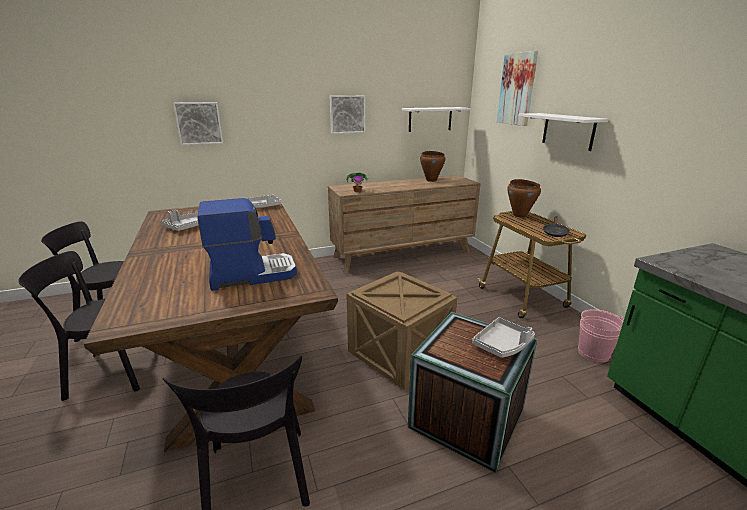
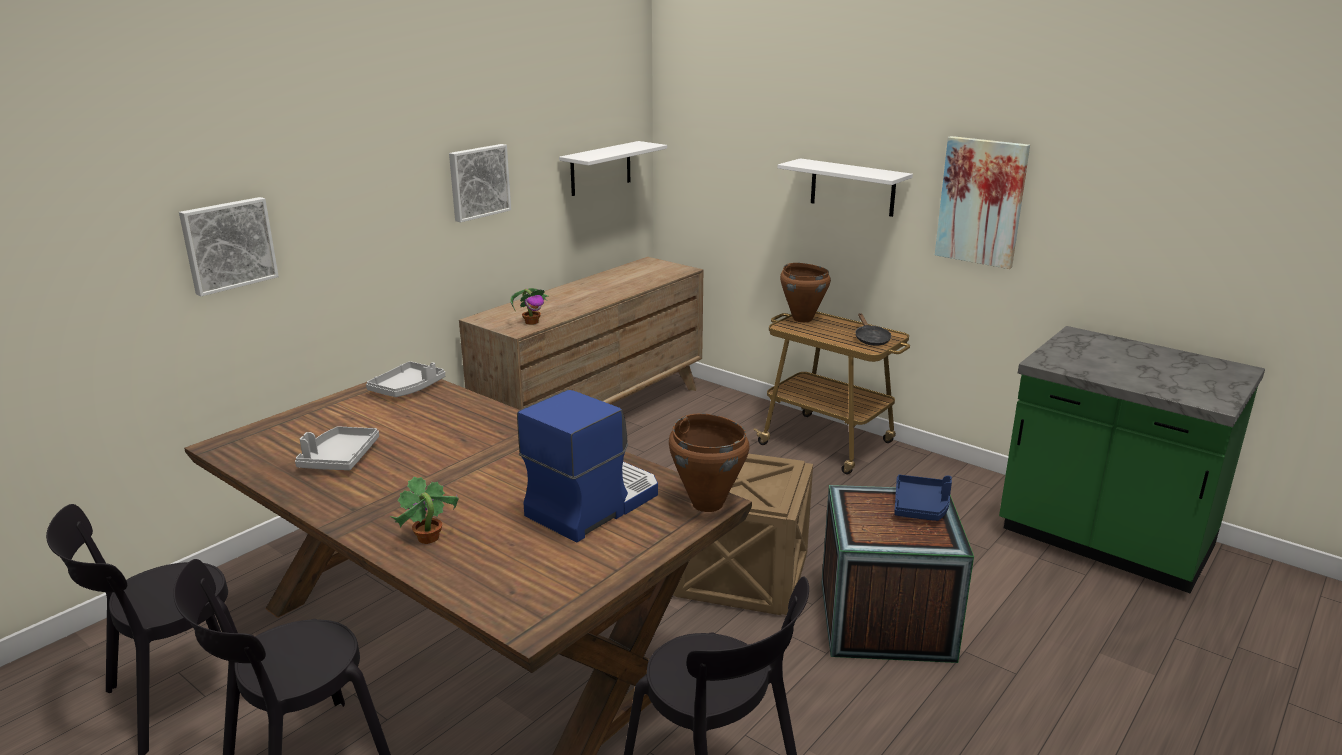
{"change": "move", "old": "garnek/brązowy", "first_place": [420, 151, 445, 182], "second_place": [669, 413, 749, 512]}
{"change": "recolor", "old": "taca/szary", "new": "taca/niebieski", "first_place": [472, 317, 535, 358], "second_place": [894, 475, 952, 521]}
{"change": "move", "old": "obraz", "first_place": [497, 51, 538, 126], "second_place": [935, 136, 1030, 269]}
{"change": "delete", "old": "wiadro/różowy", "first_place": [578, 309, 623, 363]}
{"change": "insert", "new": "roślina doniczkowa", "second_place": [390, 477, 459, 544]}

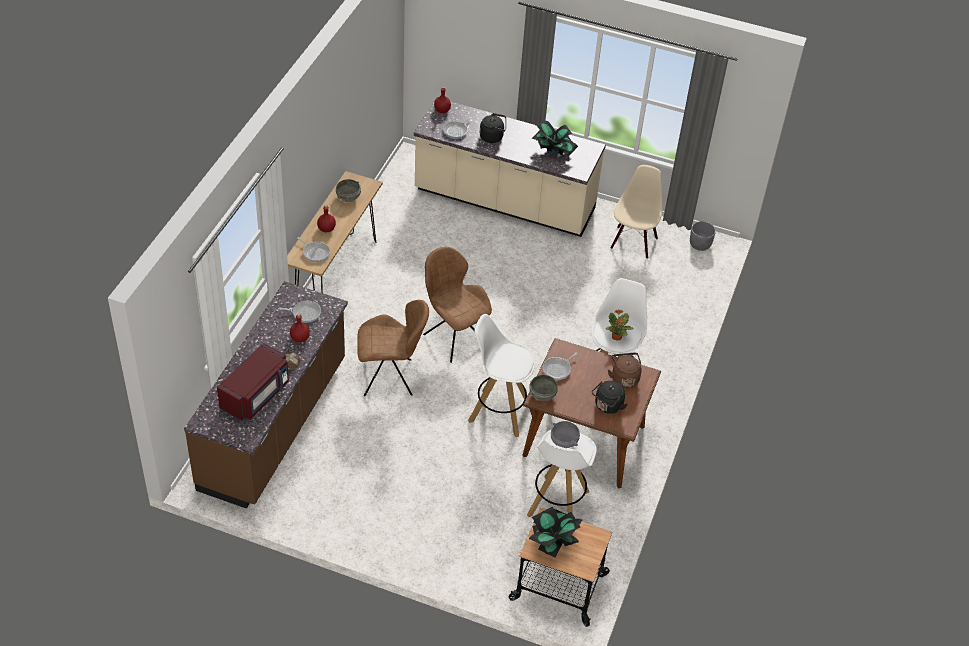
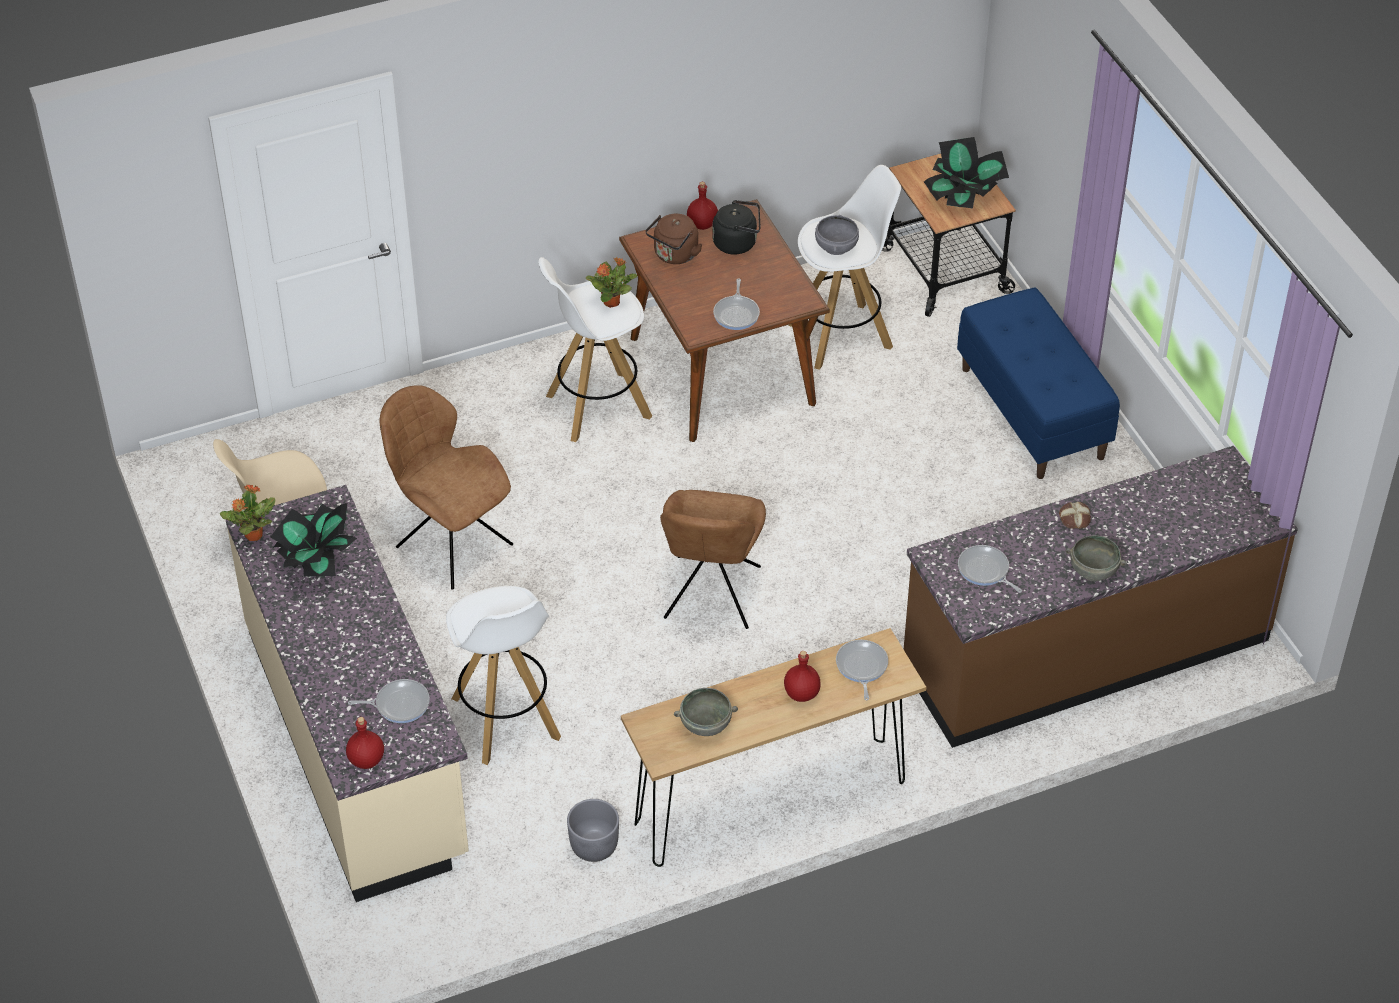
{"change": "delete", "old": "mikrofalówka/czerwony", "first_place": [217, 343, 289, 421]}
{"change": "move", "old": "butelka/czerwony", "first_place": [290, 314, 310, 342], "second_place": [687, 182, 718, 230]}
{"change": "move", "old": "krzesło/brązowy", "first_place": [357, 300, 429, 396], "second_place": [380, 385, 513, 590]}
{"change": "move", "old": "stołek/biały", "first_place": [468, 314, 535, 437], "second_place": [446, 586, 561, 765]}
{"change": "delete", "old": "czajnik/czarny", "first_place": [480, 113, 506, 143]}
{"change": "move", "old": "miska/szary", "first_place": [529, 375, 559, 401], "second_place": [1065, 535, 1126, 581]}
{"change": "rotate", "old": "patelnia", "first_place": [543, 353, 578, 380], "second_place": [713, 278, 760, 330], "degrees": 90}
{"change": "move", "old": "donica/szary", "first_place": [690, 221, 716, 251], "second_place": [567, 799, 619, 862]}
{"change": "insert", "new": "roślina doniczkowa", "second_place": [220, 484, 275, 541]}
{"change": "insert", "new": "ławka/niebieski", "second_place": [957, 287, 1120, 479]}

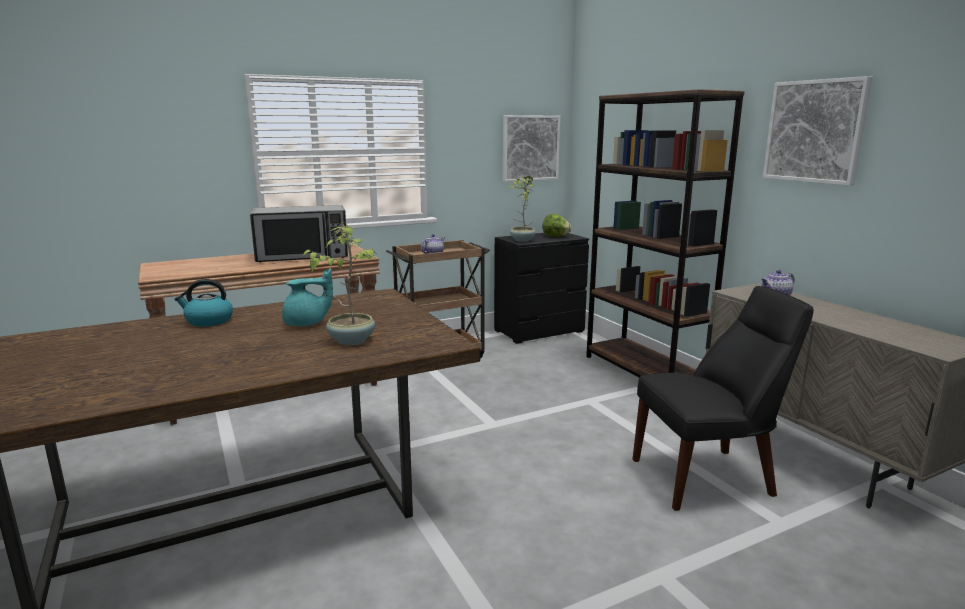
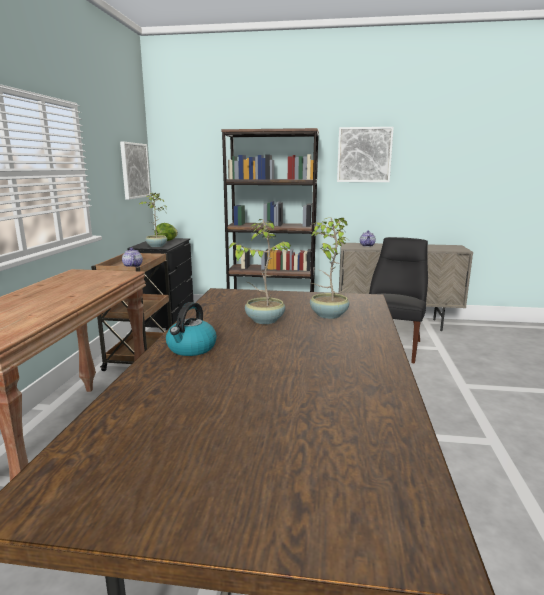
{"change": "delete", "old": "mikrofalówka", "first_place": [250, 205, 348, 262]}
{"change": "replace", "old": "imbryk/turkusowy", "new": "roślina doniczkowa", "first_place": [282, 268, 333, 326], "second_place": [229, 219, 291, 324]}

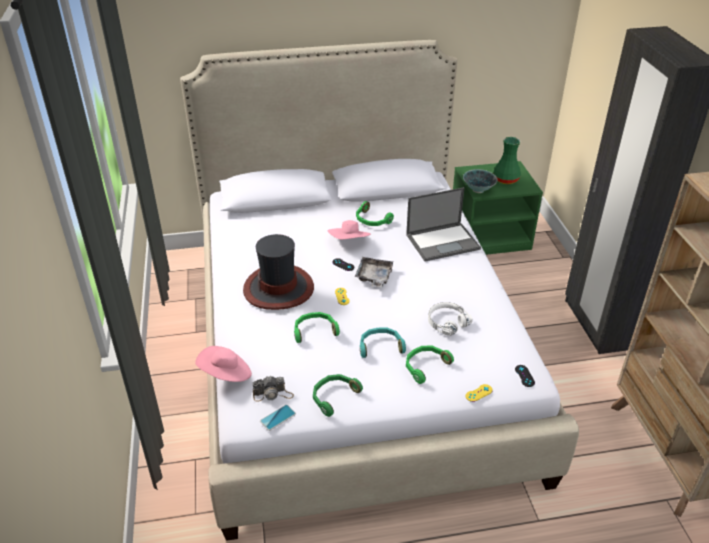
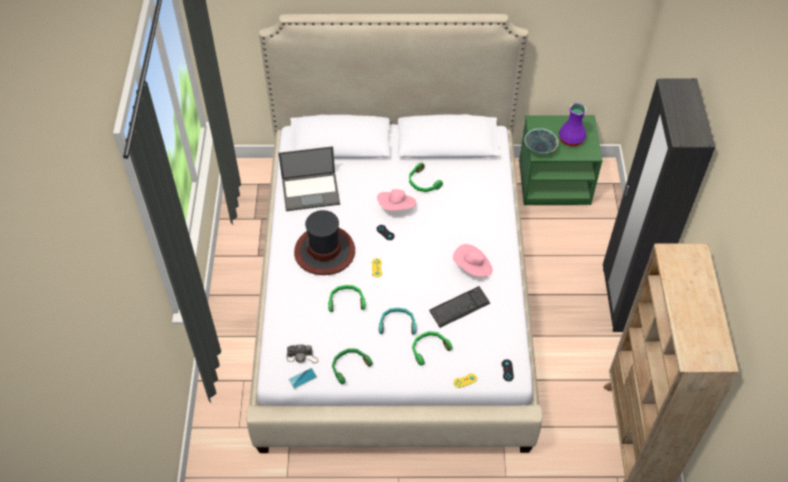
{"change": "move", "old": "kapelusz/różowy", "first_place": [195, 346, 252, 382], "second_place": [453, 244, 493, 277]}
{"change": "delete", "old": "taca/szary", "first_place": [355, 257, 394, 287]}
{"change": "move", "old": "laptop", "first_place": [406, 187, 481, 262], "second_place": [278, 146, 340, 211]}
{"change": "replace", "old": "słuchawki/biały", "new": "klawiatura", "first_place": [428, 302, 473, 336], "second_place": [429, 286, 490, 328]}
{"change": "recolor", "old": "wazon/zielony", "new": "wazon/fioletowy", "first_place": [493, 137, 521, 184], "second_place": [559, 103, 586, 146]}

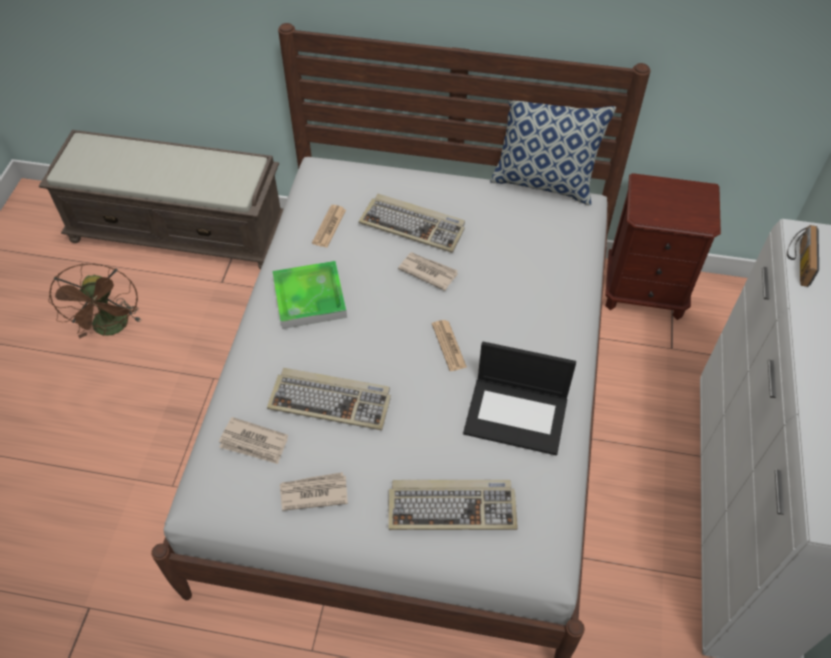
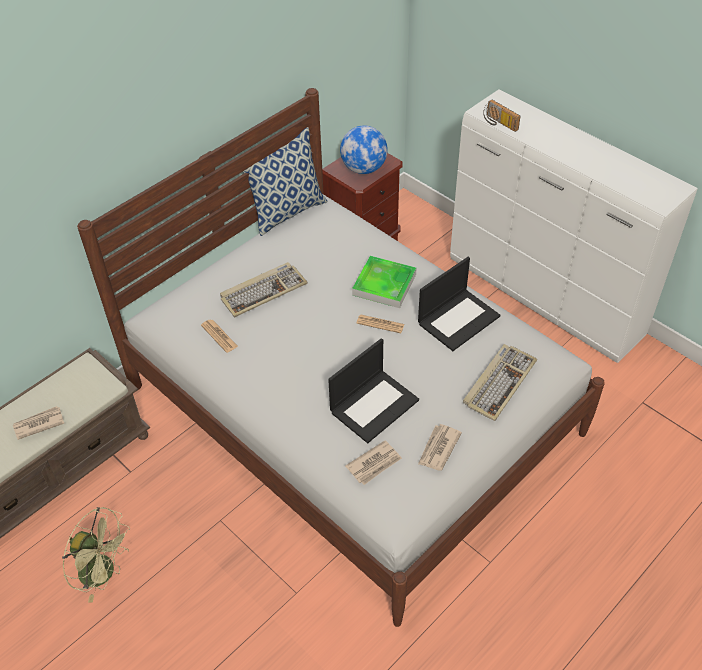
{"change": "recolor", "old": "wentylator/brązowy", "new": "wentylator/zielony", "first_place": [48, 264, 142, 338], "second_place": [62, 507, 130, 603]}
{"change": "replace", "old": "klawiatura", "new": "laptop", "first_place": [267, 368, 391, 431], "second_place": [328, 338, 419, 443]}
{"change": "move", "old": "taca", "first_place": [272, 261, 347, 329], "second_place": [352, 256, 417, 308]}
{"change": "move", "old": "gazeta", "first_place": [398, 252, 458, 291], "second_place": [13, 406, 64, 440]}
{"change": "insert", "new": "globus", "second_place": [340, 126, 388, 174]}

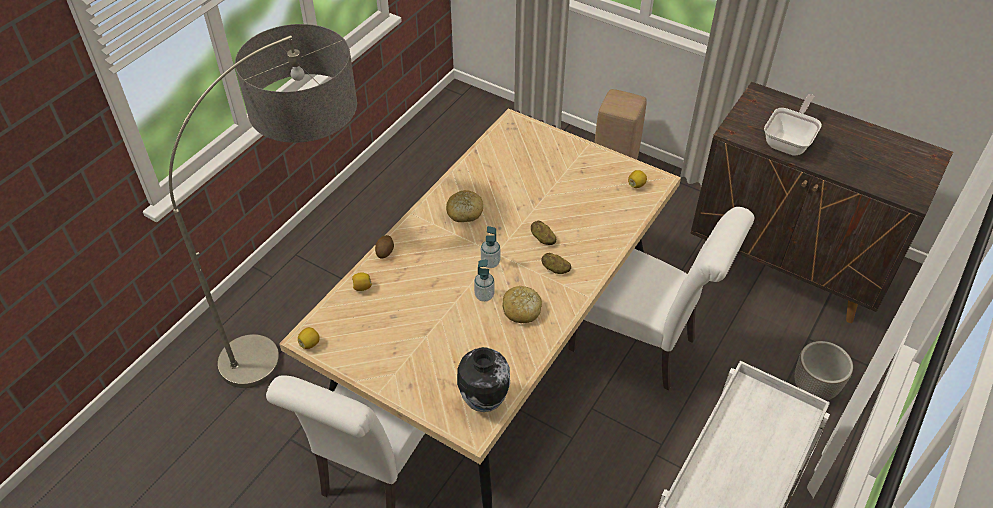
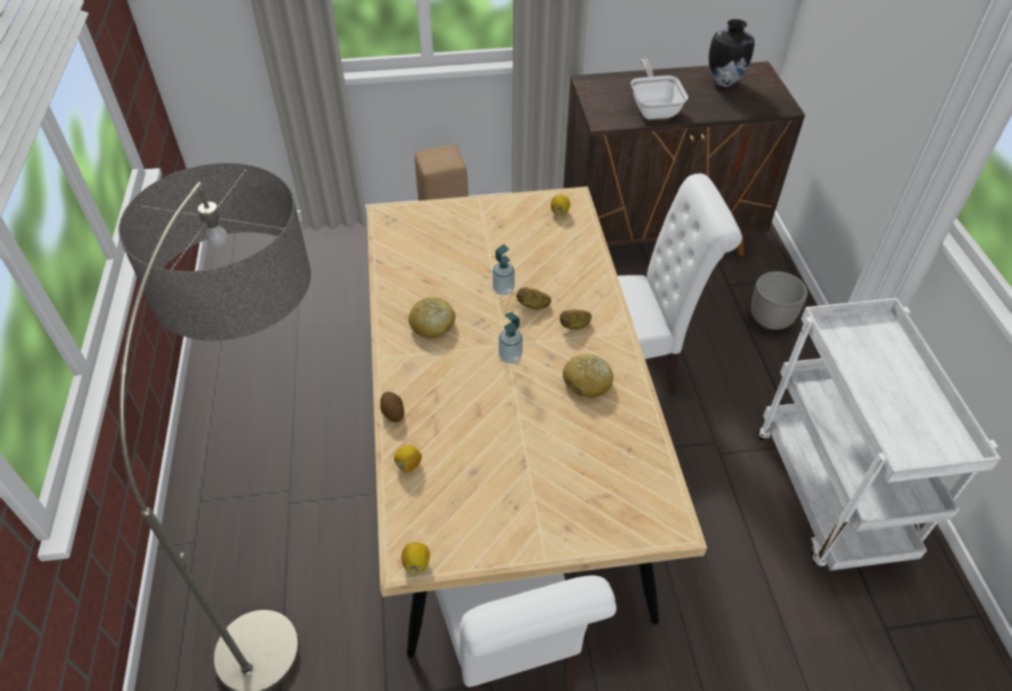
{"change": "move", "old": "wazon", "first_place": [457, 347, 510, 412], "second_place": [709, 19, 755, 87]}
{"change": "move", "old": "dozownik mydła", "first_place": [474, 259, 495, 302], "second_place": [493, 244, 515, 295]}

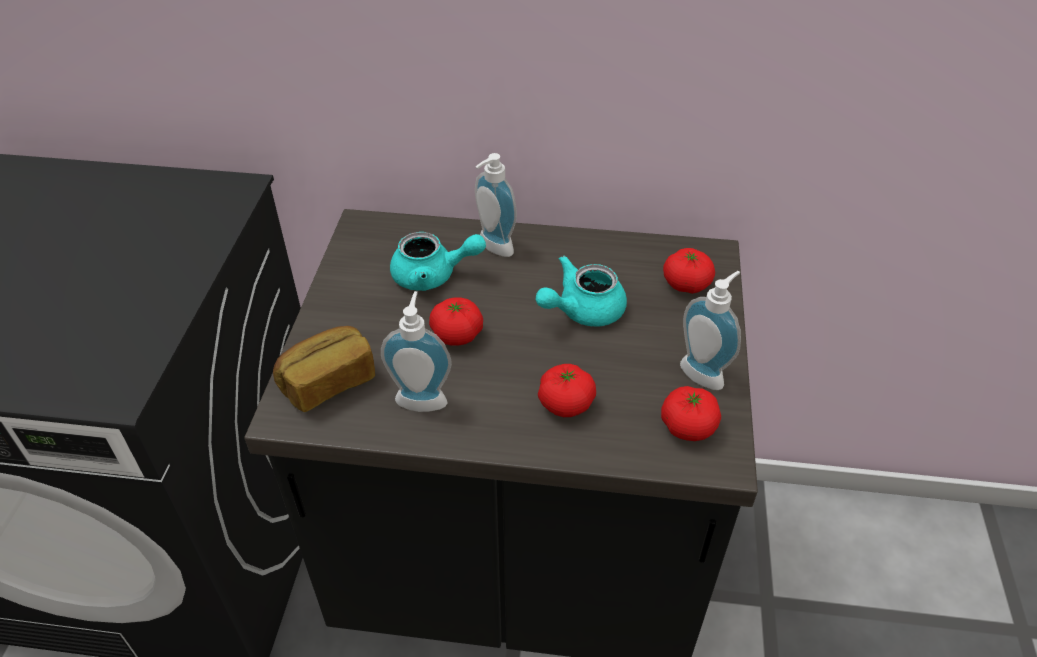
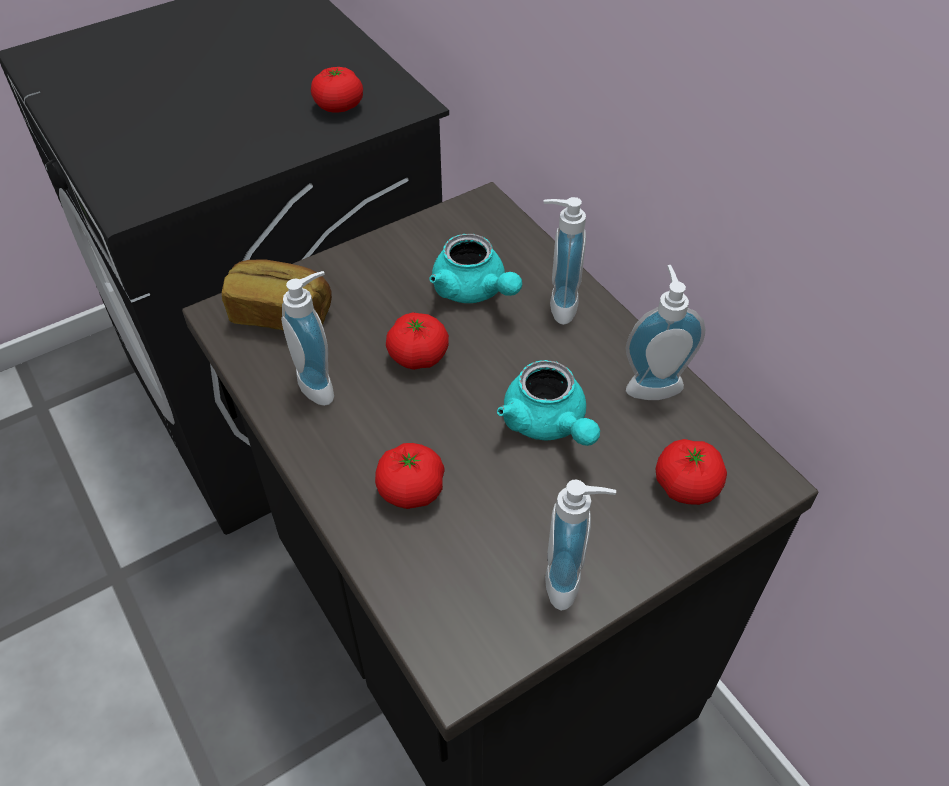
{"change": "rotate", "old": "imbryk/turkusowy", "first_place": [536, 256, 627, 327], "second_place": [497, 360, 600, 446], "degrees": -135}
{"change": "move", "old": "pomidor", "first_place": [661, 386, 721, 441], "second_place": [311, 67, 363, 113]}
{"change": "insert", "new": "dozownik mydła", "second_place": [625, 265, 705, 400]}

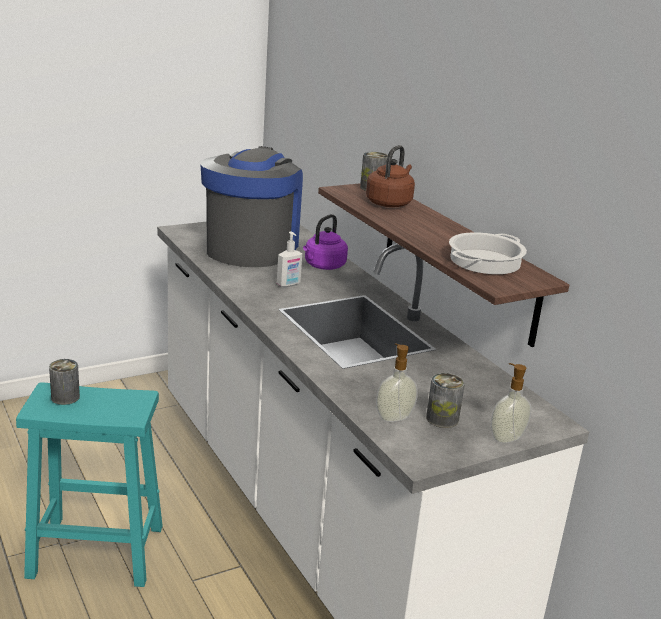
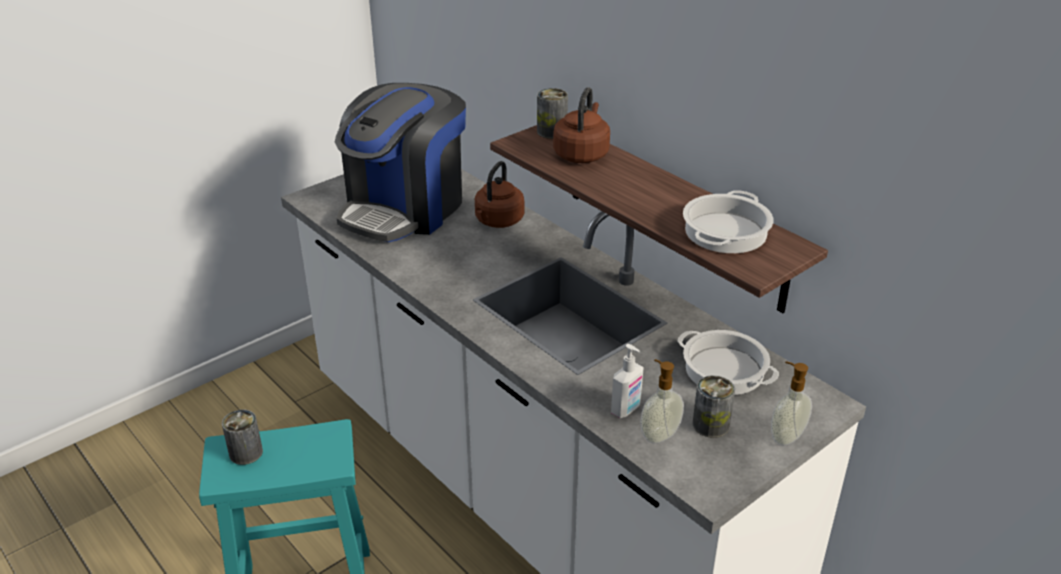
{"change": "rotate", "old": "ekspres do kawy", "first_place": [200, 146, 303, 267], "second_place": [335, 83, 466, 242], "degrees": -150}
{"change": "move", "old": "dozownik mydła", "first_place": [277, 231, 302, 287], "second_place": [611, 344, 644, 418]}
{"change": "recolor", "old": "czajnik/fioletowy", "new": "czajnik/brązowy", "first_place": [303, 214, 348, 270], "second_place": [475, 161, 524, 228]}
{"change": "insert", "new": "garnek", "second_place": [677, 330, 779, 395]}

